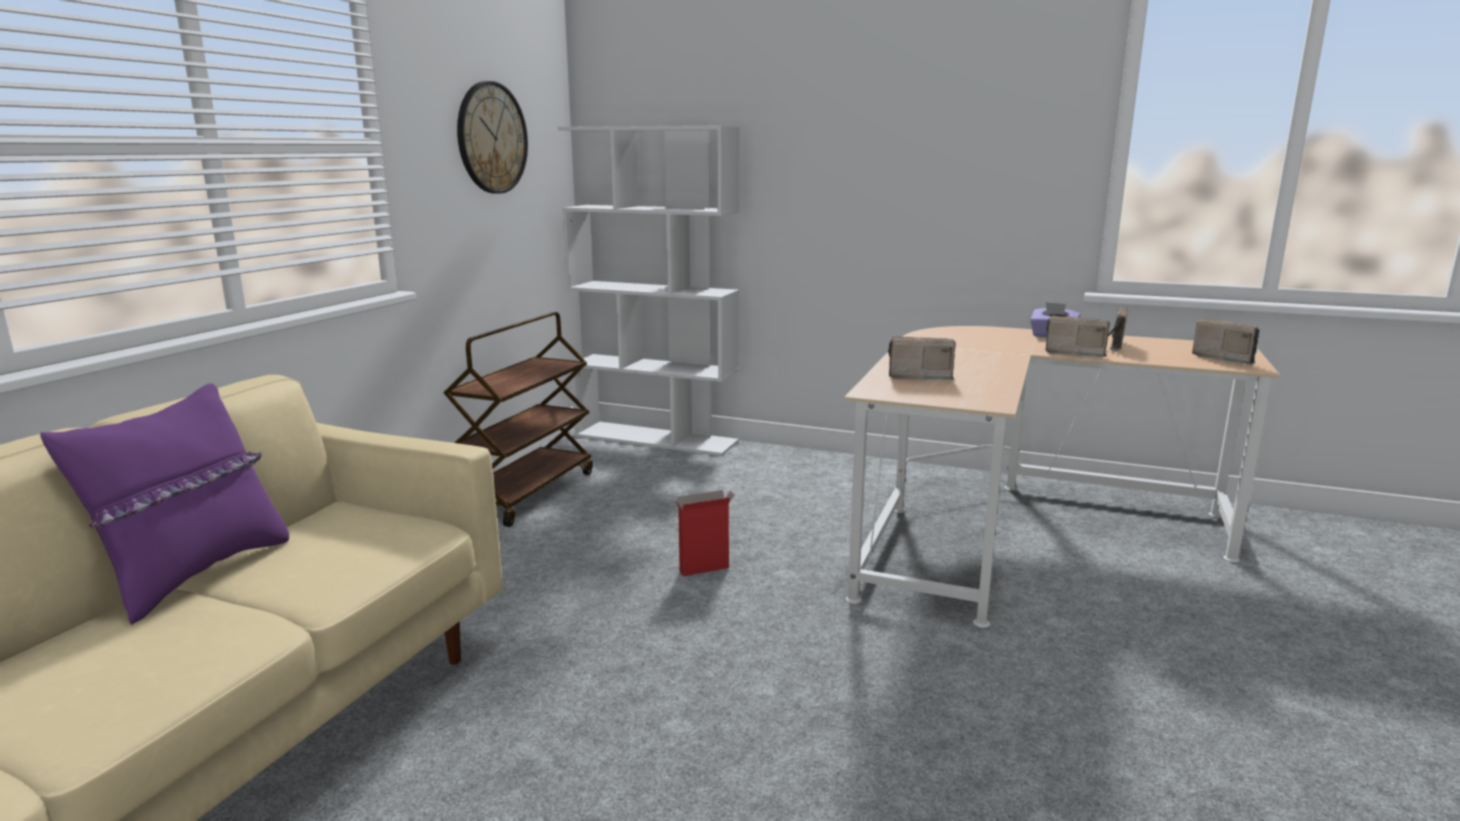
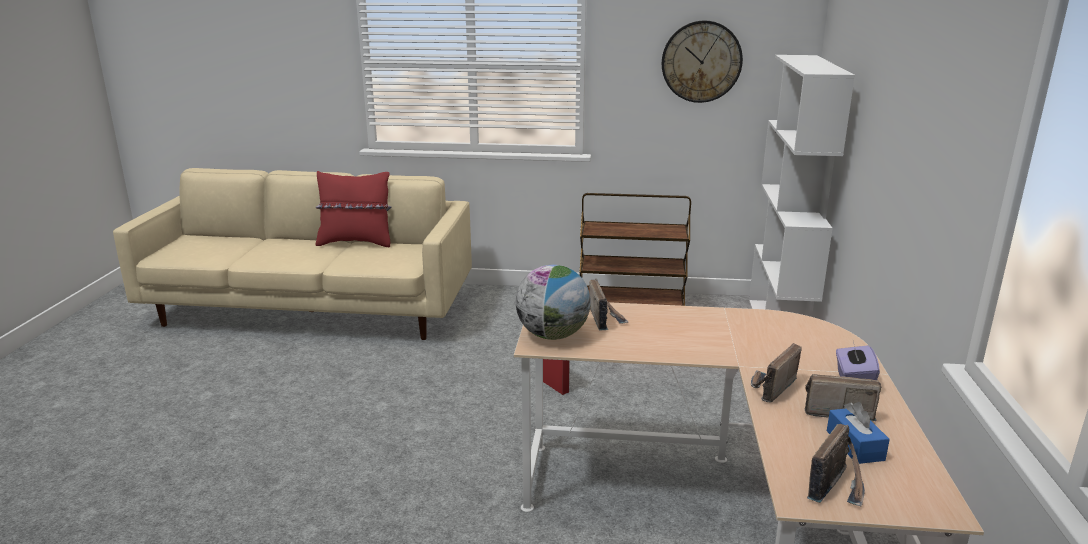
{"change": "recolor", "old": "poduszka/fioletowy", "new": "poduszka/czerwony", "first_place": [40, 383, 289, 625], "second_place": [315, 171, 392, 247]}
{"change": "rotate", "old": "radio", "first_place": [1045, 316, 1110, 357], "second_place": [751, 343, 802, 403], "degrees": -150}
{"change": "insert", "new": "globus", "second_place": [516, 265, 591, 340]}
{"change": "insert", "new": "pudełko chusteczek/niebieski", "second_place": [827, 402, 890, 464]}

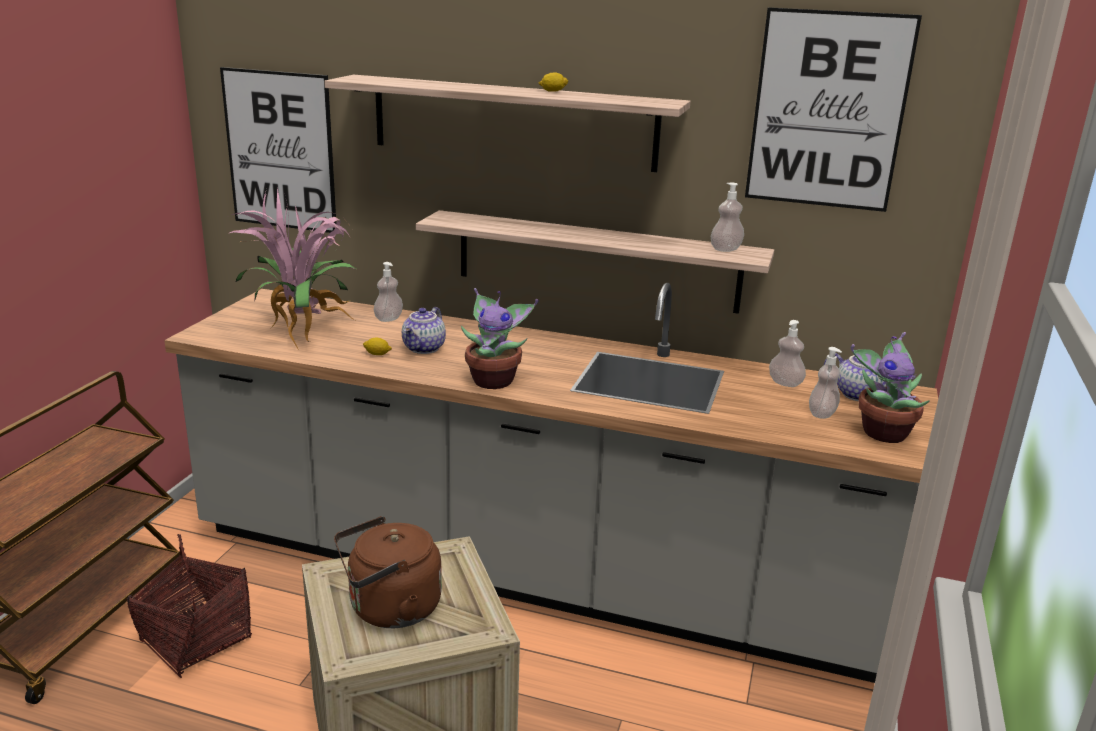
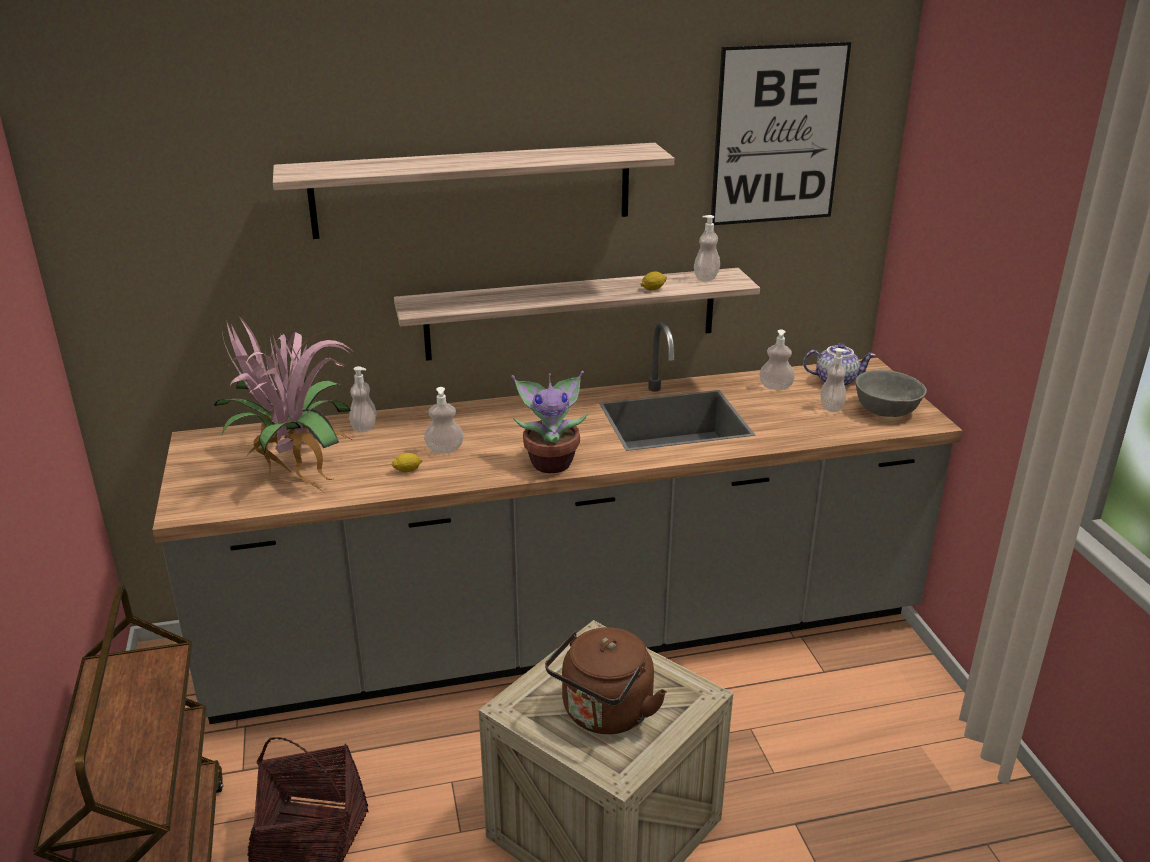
{"change": "delete", "old": "obraz", "first_place": [220, 67, 336, 233]}
{"change": "replace", "old": "imbryk", "new": "dozownik mydła", "first_place": [402, 307, 446, 354], "second_place": [424, 387, 464, 453]}
{"change": "move", "old": "cytryna", "first_place": [539, 73, 569, 92], "second_place": [640, 272, 667, 291]}
{"change": "replace", "old": "roślina doniczkowa", "new": "miska/szary", "first_place": [851, 332, 930, 443], "second_place": [855, 370, 927, 417]}

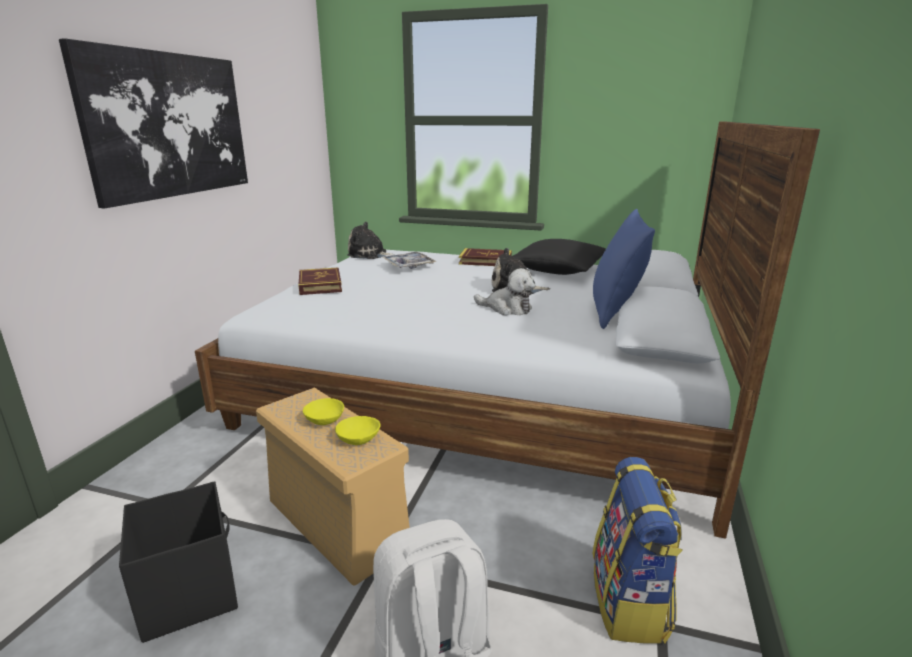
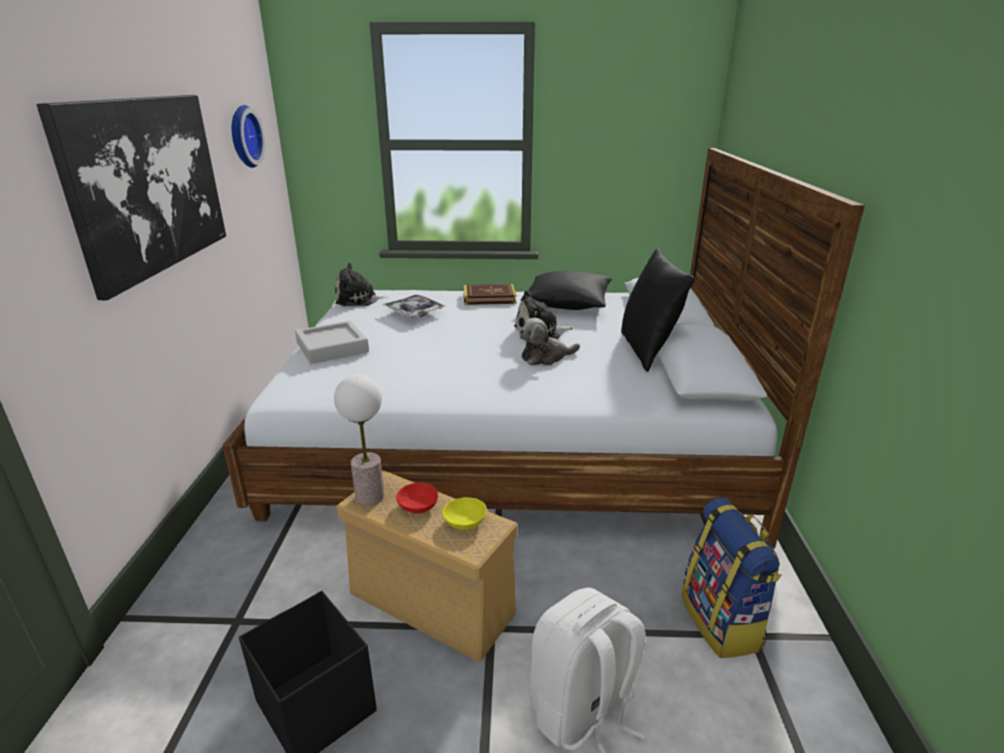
{"change": "replace", "old": "książka", "new": "taca/szary", "first_place": [298, 267, 342, 295], "second_place": [295, 321, 369, 364]}
{"change": "recolor", "old": "miska/żółty", "new": "miska/czerwony", "first_place": [303, 398, 344, 425], "second_place": [396, 483, 438, 514]}
{"change": "rotate", "old": "pluszak", "first_place": [474, 268, 535, 315], "second_place": [519, 318, 580, 365], "degrees": 150}
{"change": "recolor", "old": "poduszka/niebieski", "new": "poduszka/czarny", "first_place": [593, 209, 655, 329], "second_place": [621, 248, 695, 372]}
{"change": "insert", "new": "zegar ścienny", "second_place": [232, 105, 265, 168]}
{"change": "insert", "new": "lampa stołowa", "second_place": [334, 375, 384, 506]}

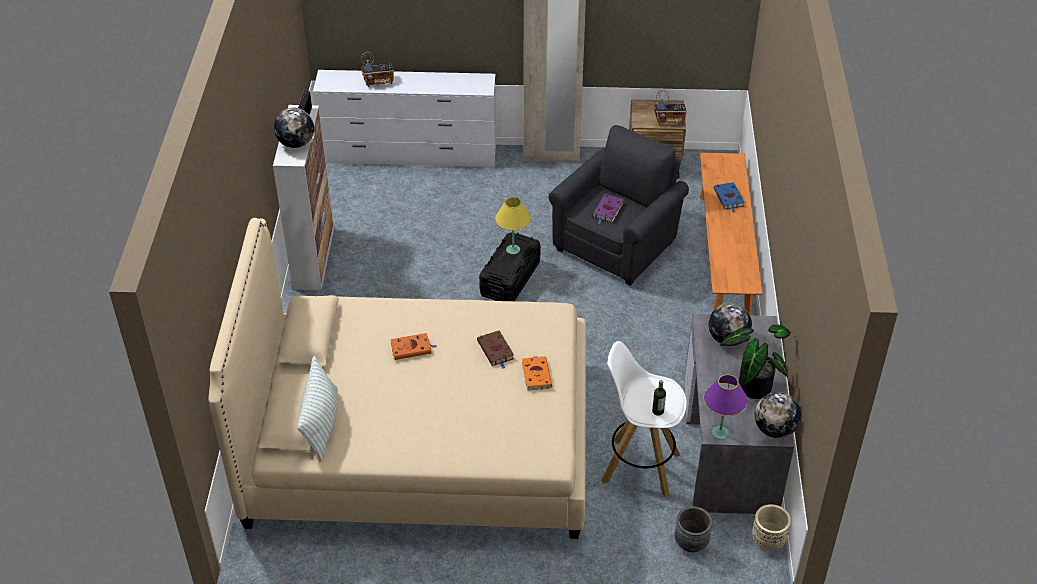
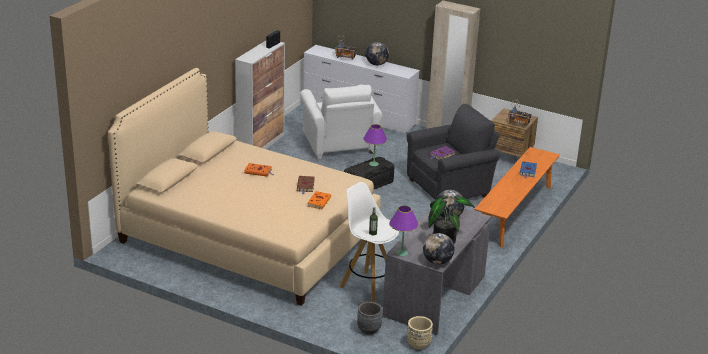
{"change": "move", "old": "globus", "first_place": [274, 108, 314, 148], "second_place": [366, 42, 389, 66]}
{"change": "delete", "old": "poduszka", "first_place": [297, 356, 338, 462]}
{"change": "recolor", "old": "lampa stołowa/żółty", "new": "lampa stołowa/fioletowy", "first_place": [495, 197, 531, 254], "second_place": [363, 124, 387, 166]}
{"change": "insert", "new": "fotel/biały", "second_place": [300, 85, 382, 159]}

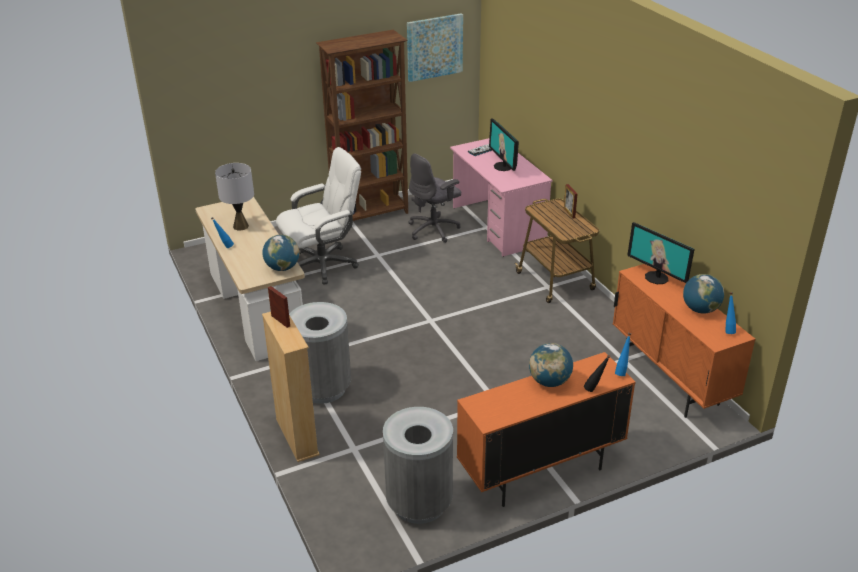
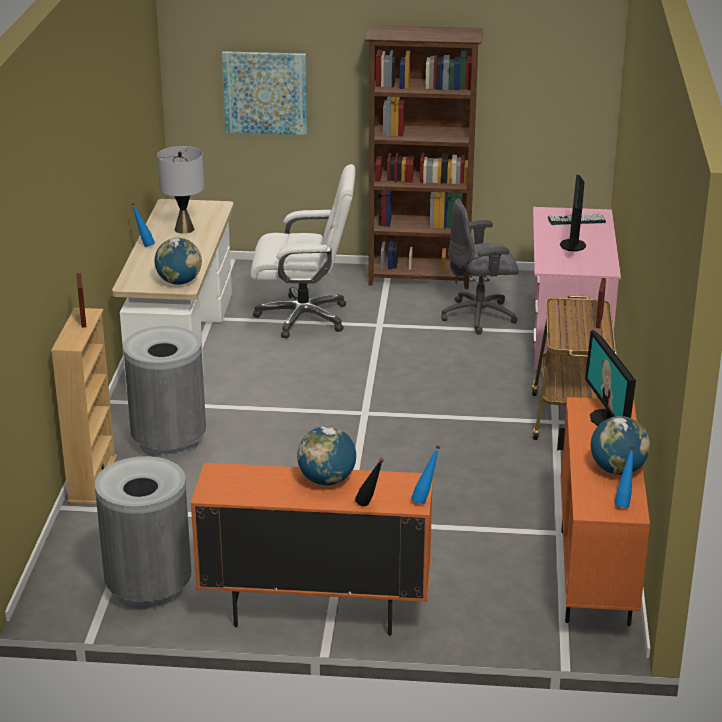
{"change": "move", "old": "obraz", "first_place": [407, 13, 463, 82], "second_place": [222, 51, 307, 135]}

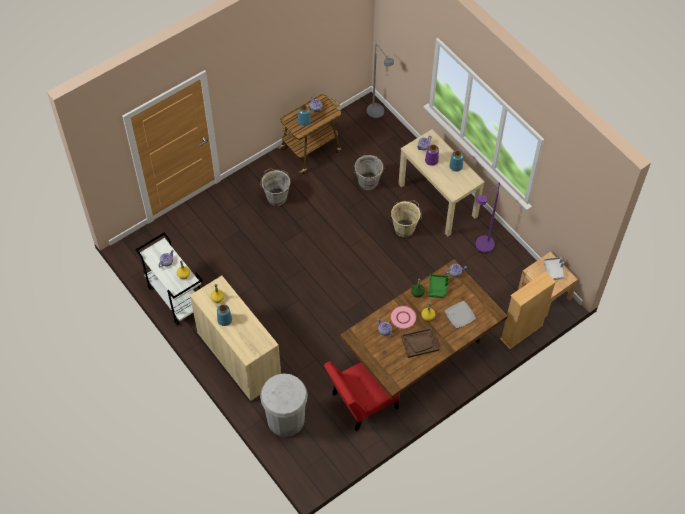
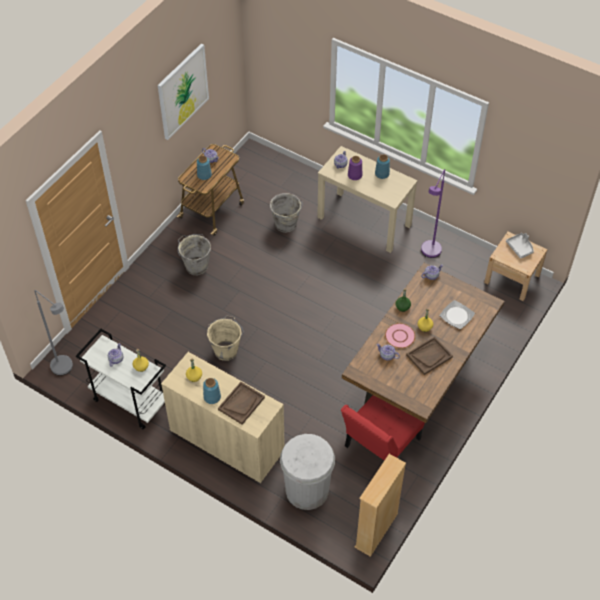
{"change": "move", "old": "lampa stojąca/szary", "first_place": [367, 44, 394, 119], "second_place": [34, 290, 73, 376]}
{"change": "move", "old": "wiadro/beżowy", "first_place": [391, 200, 422, 237], "second_place": [207, 315, 244, 361]}
{"change": "delete", "old": "taca/zielony", "first_place": [428, 274, 449, 298]}
{"change": "move", "old": "regał/beżowy", "first_place": [500, 271, 556, 349], "second_place": [354, 454, 406, 557]}
{"change": "insert", "new": "obraz", "second_place": [158, 44, 209, 140]}
{"change": "insert", "new": "taca/brązowy", "second_place": [218, 382, 265, 425]}

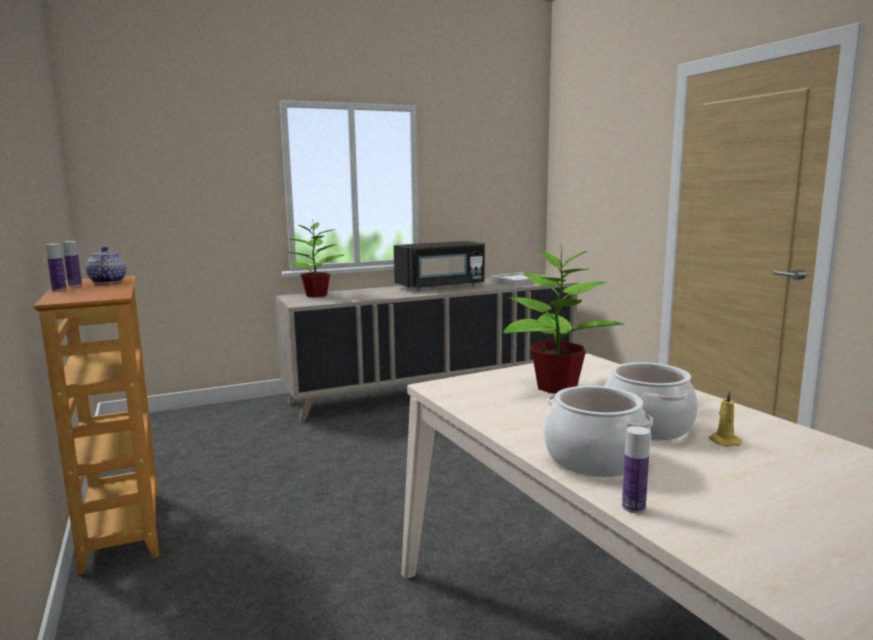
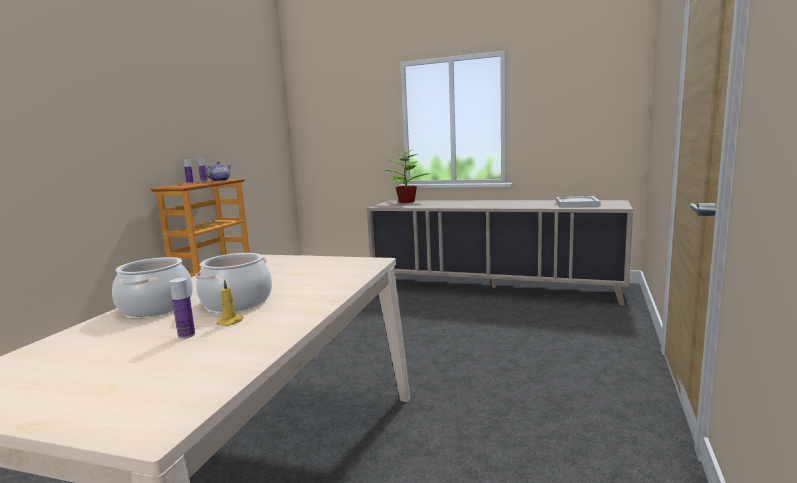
{"change": "delete", "old": "mikrofalówka/czarny", "first_place": [394, 241, 485, 291]}
{"change": "delete", "old": "roślina doniczkowa", "first_place": [503, 244, 624, 393]}
{"change": "move", "old": "butelka", "first_place": [622, 426, 650, 513], "second_place": [170, 278, 195, 339]}

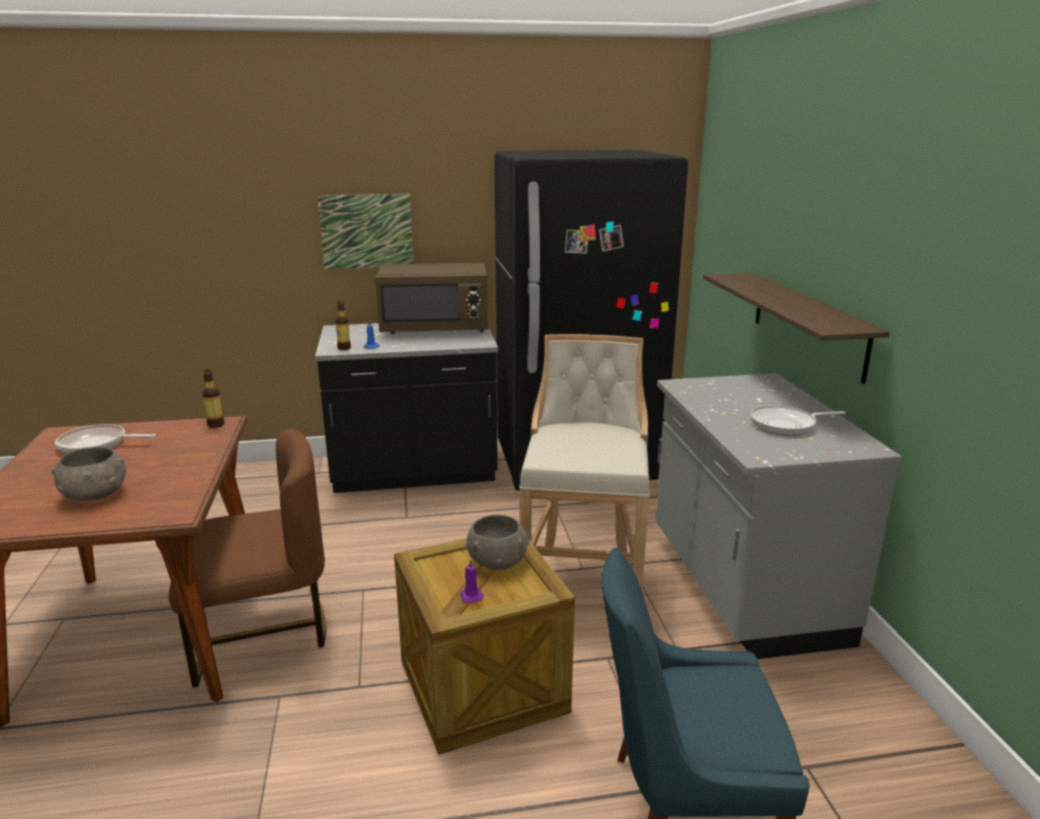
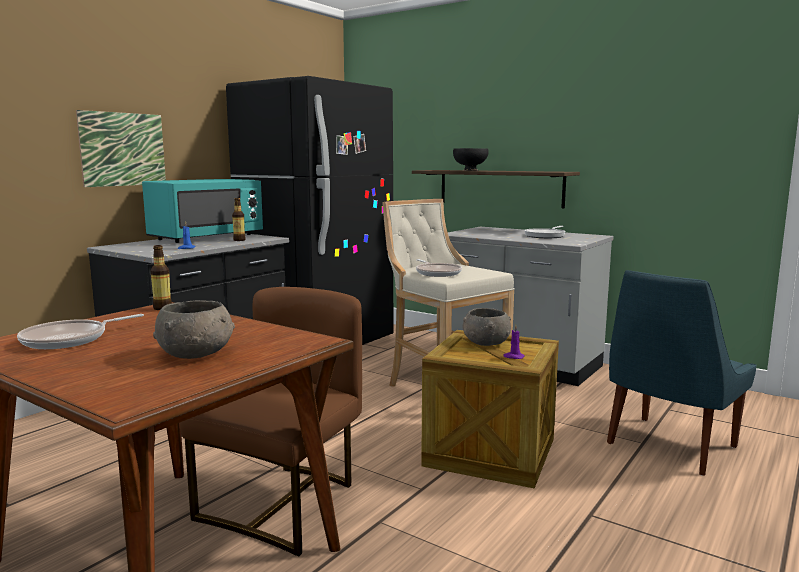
{"change": "move", "old": "butelka", "first_place": [335, 301, 351, 350], "second_place": [232, 198, 246, 241]}
{"change": "recolor", "old": "mikrofalówka/brązowy", "new": "mikrofalówka/turkusowy", "first_place": [375, 263, 488, 334], "second_place": [142, 179, 263, 243]}
{"change": "insert", "new": "patelnia", "second_place": [416, 259, 462, 277]}
{"change": "insert", "new": "miska/czarny", "second_place": [453, 148, 488, 171]}

